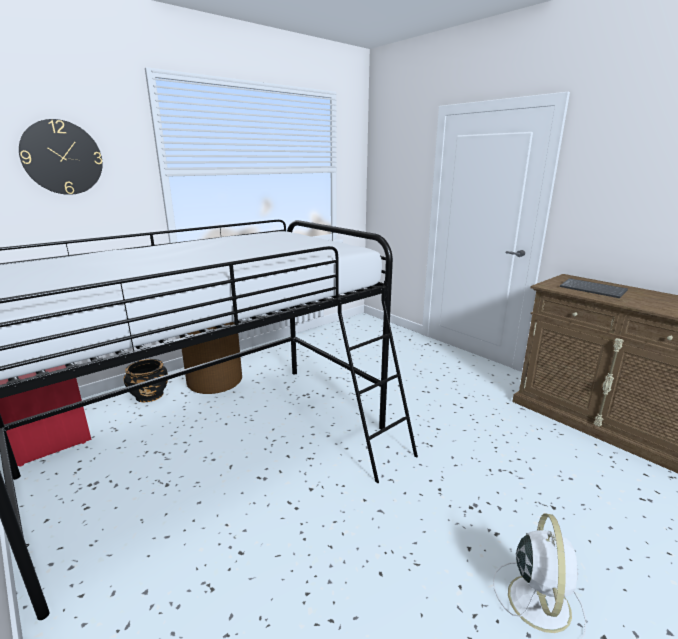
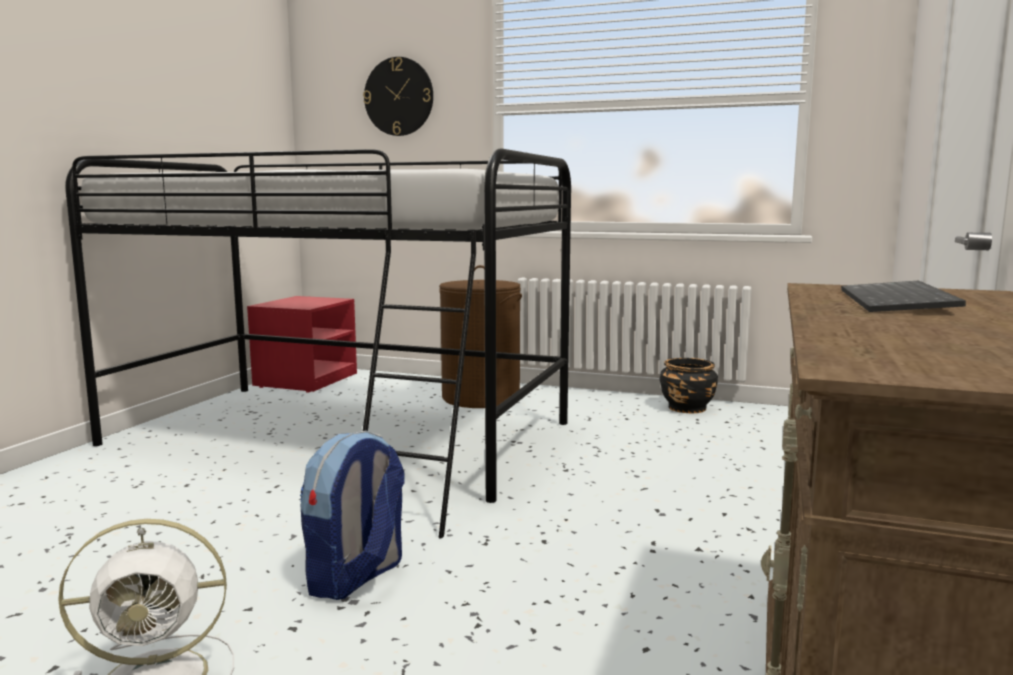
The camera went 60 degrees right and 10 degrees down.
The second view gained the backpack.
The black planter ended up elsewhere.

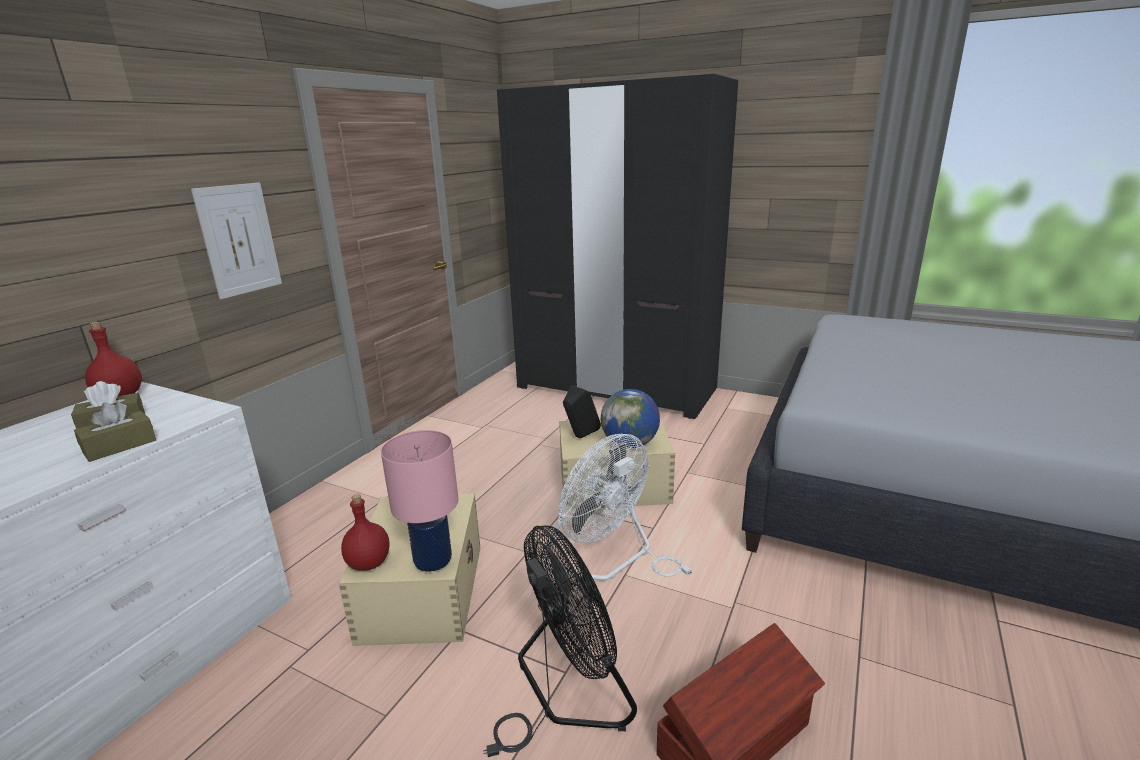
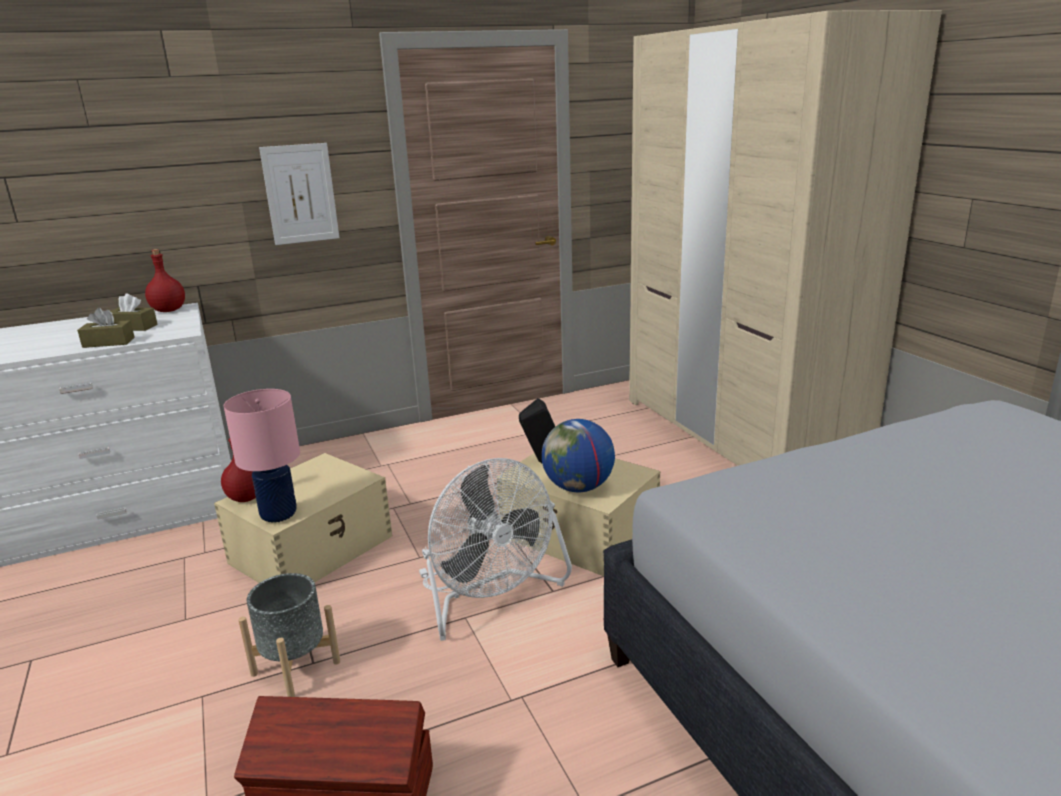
The camera went 40 degrees right and 0 degrees up.
Where the black fan stood, the grey planter came to stand.
What was the black wardrobe turned into the beige wardrobe.
The white fan ended up facing another way, 150 degrees clockwise from before.

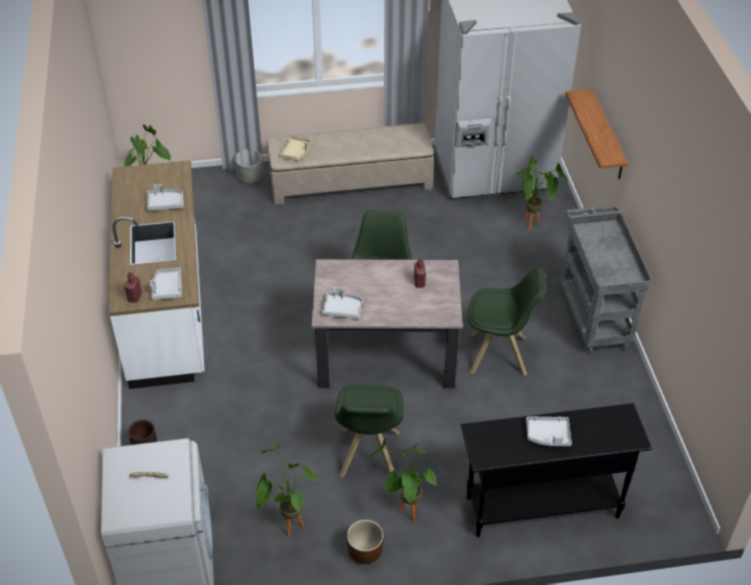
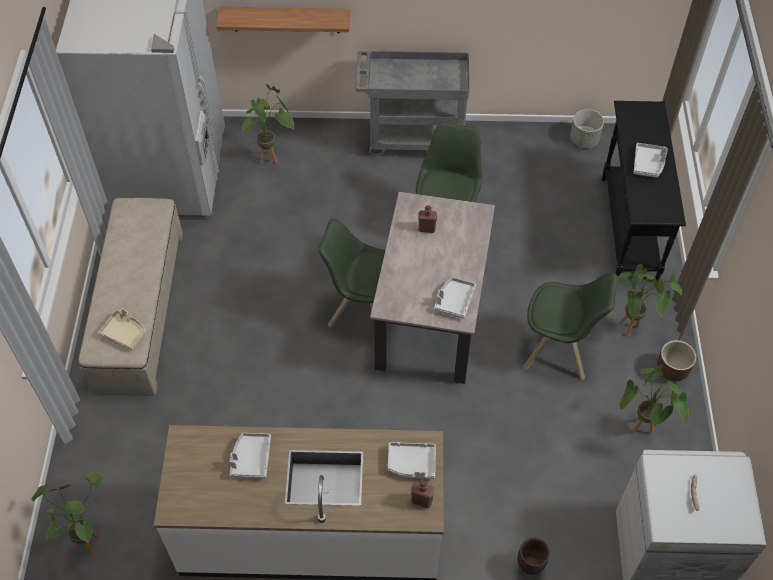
The camera went 80 degrees left and 10 degrees up.
The grey planter ended up elsewhere.

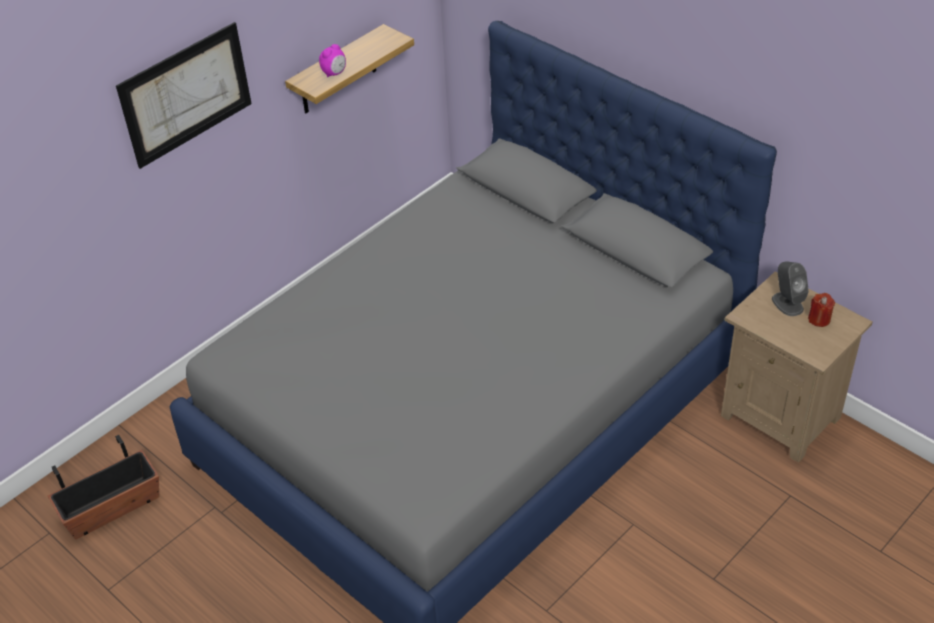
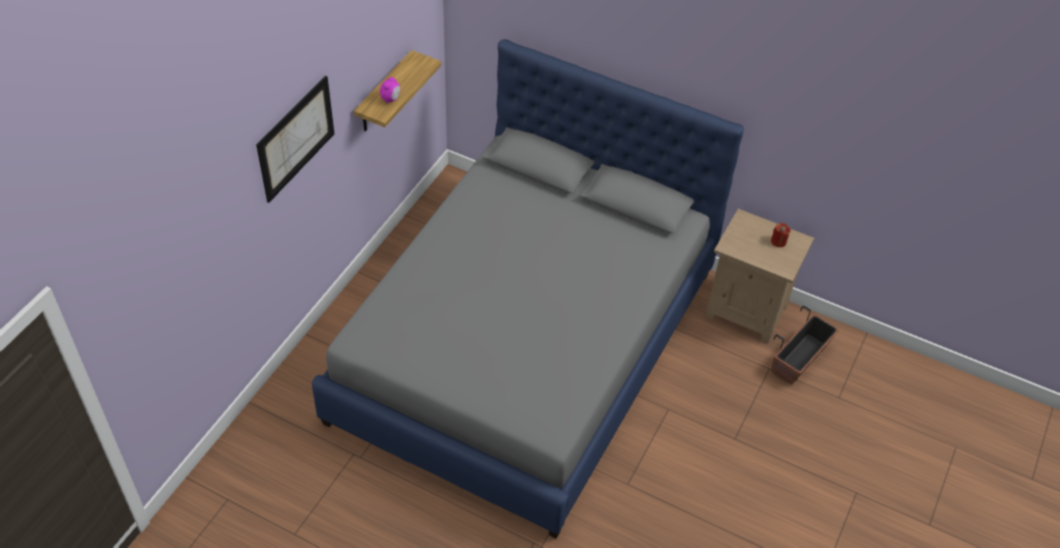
The camera went 20 degrees left and 5 degrees up.
The second view lost the grey speaker.
The planter ended up elsewhere.

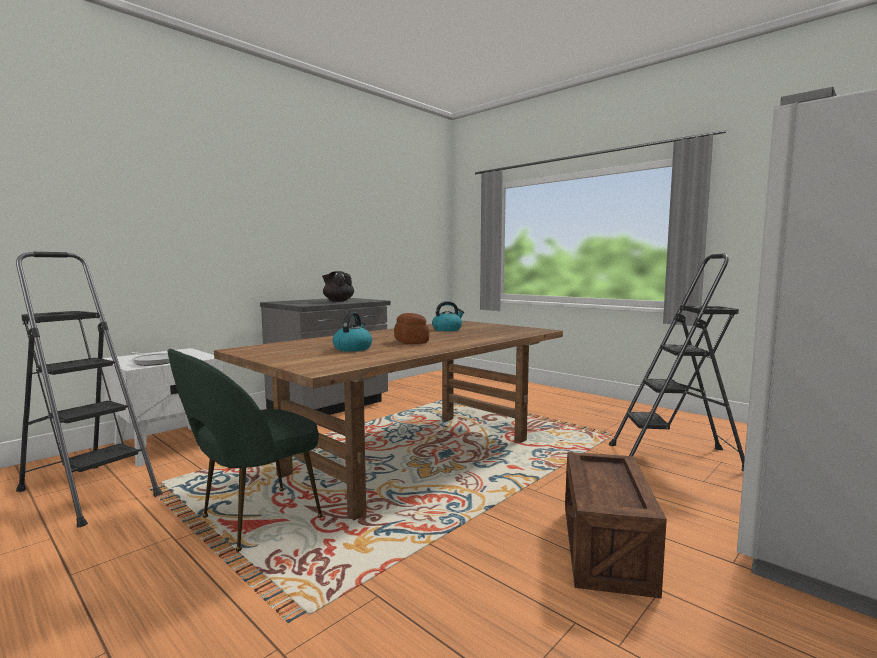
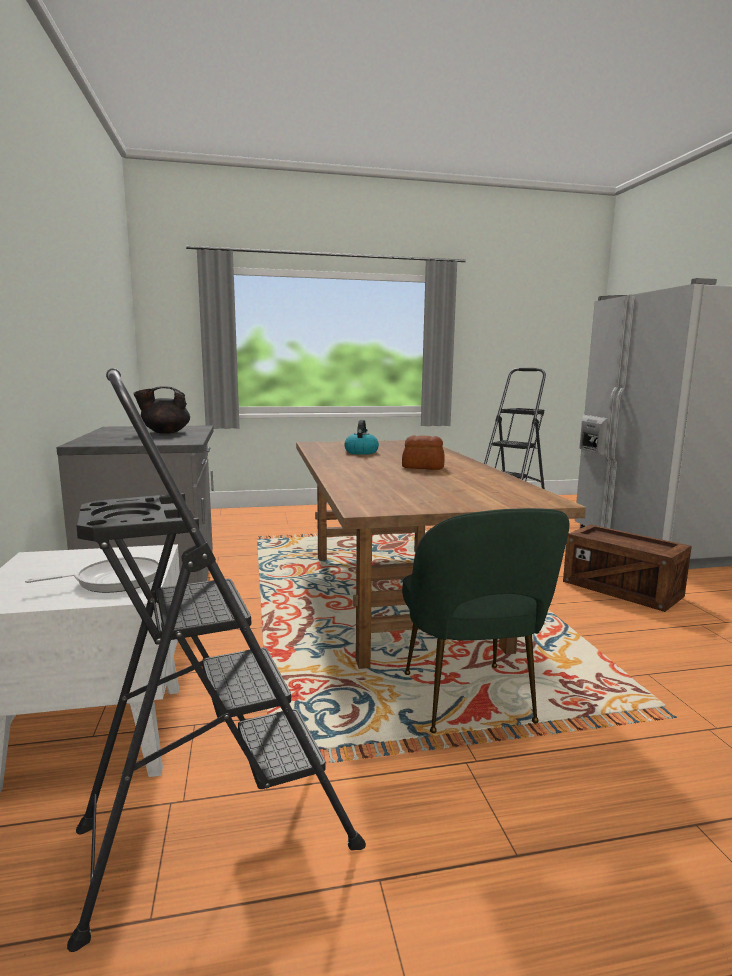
The camera went 55 degrees left and 5 degrees up.
The second view lost the kettle (no. 1 from left).

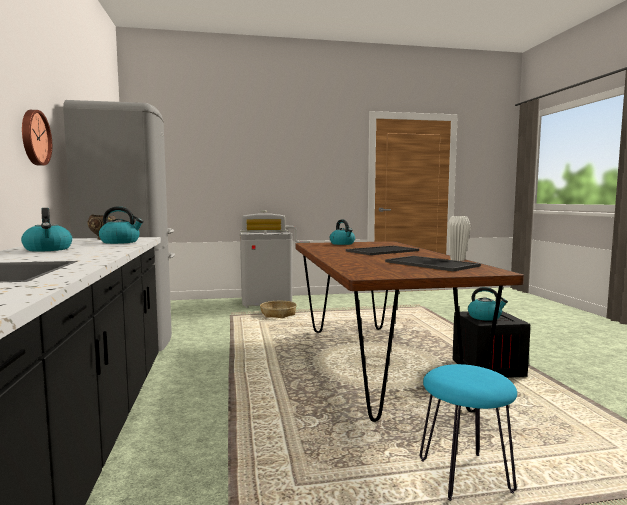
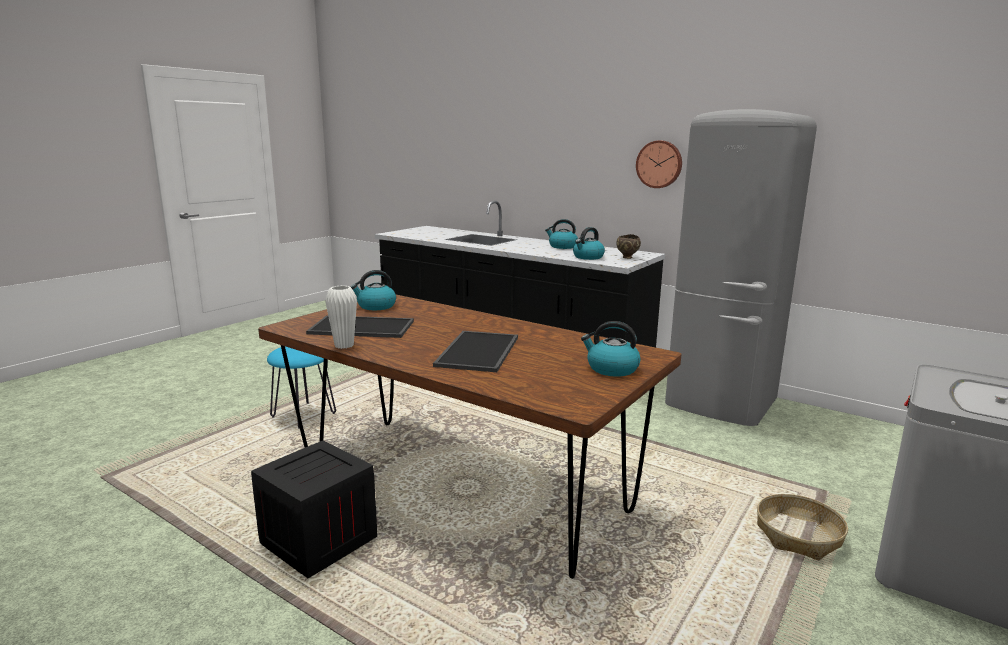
The camera went 135 degrees right and 10 degrees up.
The kettle (no. 4 from left in the first image) ended up elsewhere.

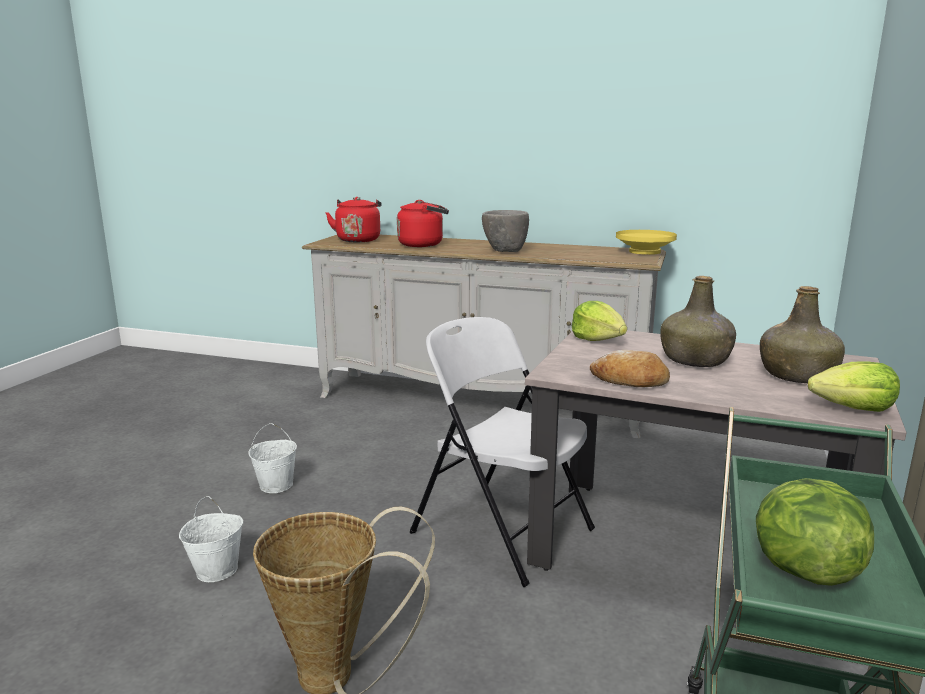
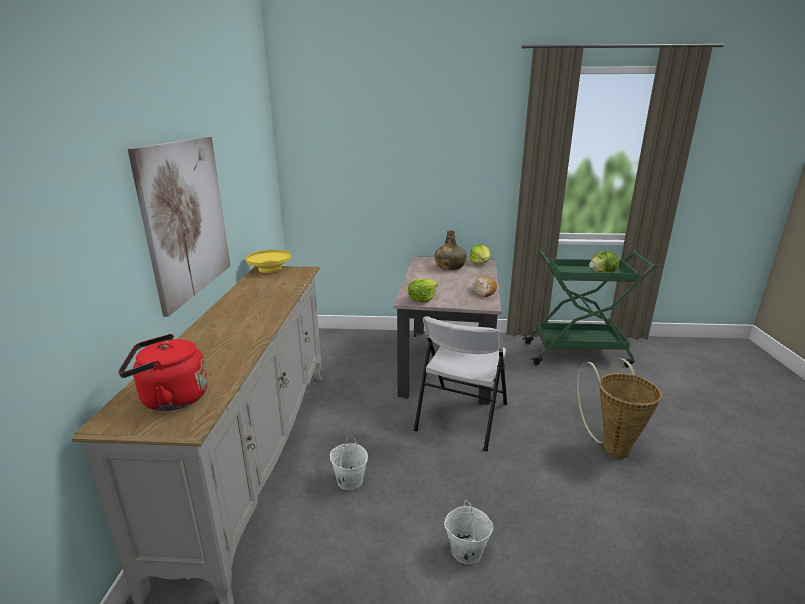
The camera went 105 degrees left and 5 degrees up.
The second view lost the red kettle (no. 2 from left).
The second view lost the grey bowl.
The second view lost the green bottle (no. 1 from left).
The second view gained the picture.
The white bucket (no. 1 from left) ended up elsewhere.

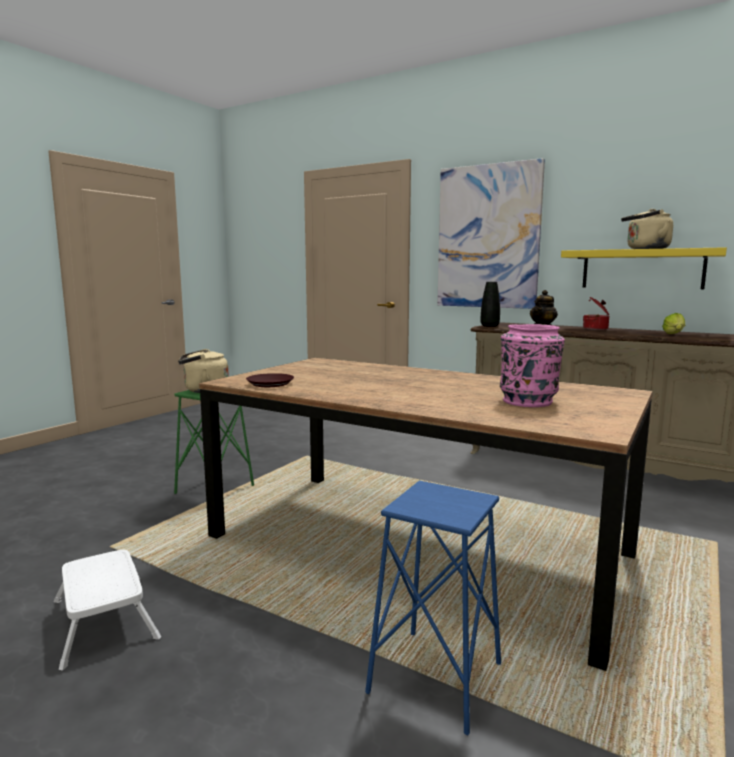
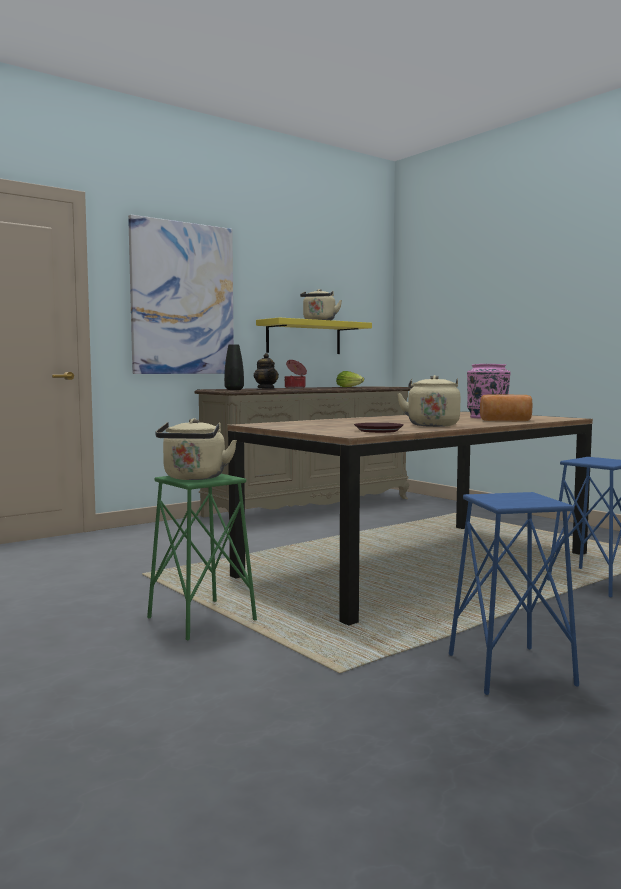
The camera went 70 degrees left and 5 degrees down.
The second view gained the beige kettle (no. 3 from left).
The second view gained the bread.
Where the white step ladder stood, the blue stool (no. 1 from left) came to stand.

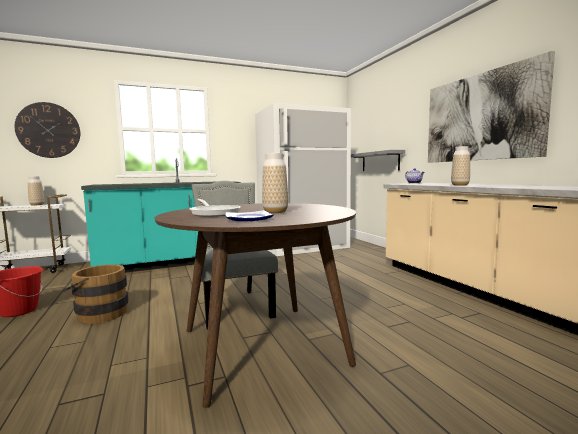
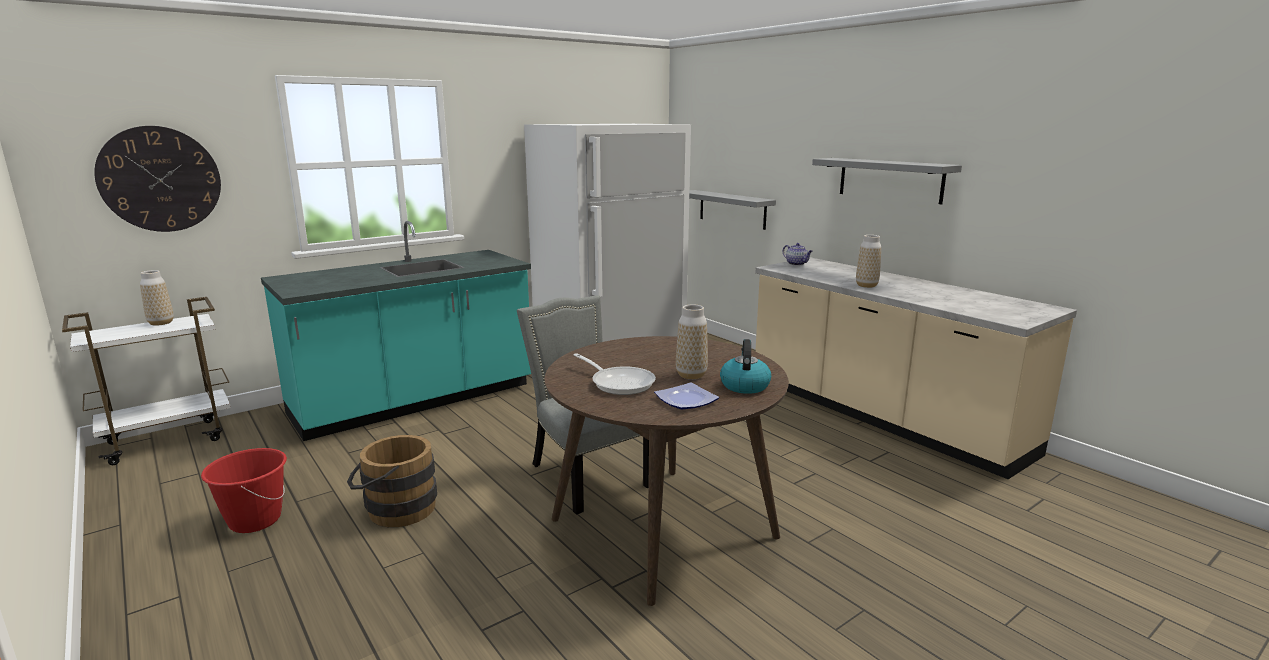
The camera went 15 degrees left and 10 degrees up.
The second view gained the kettle.
Where the picture hung, the grey shelf (no. 2 from left) came to hang.

